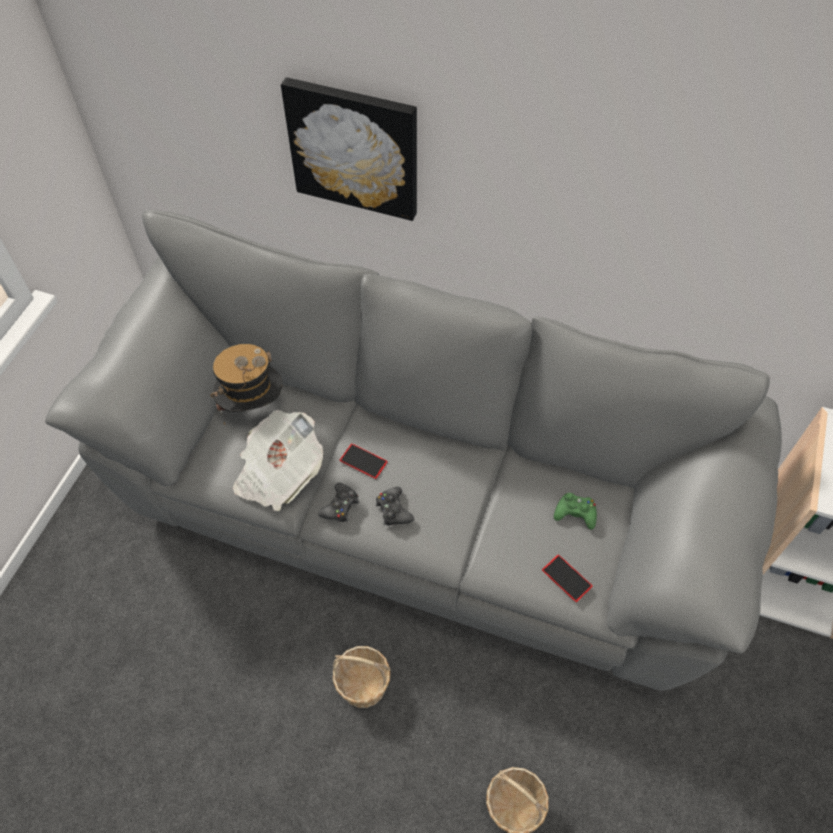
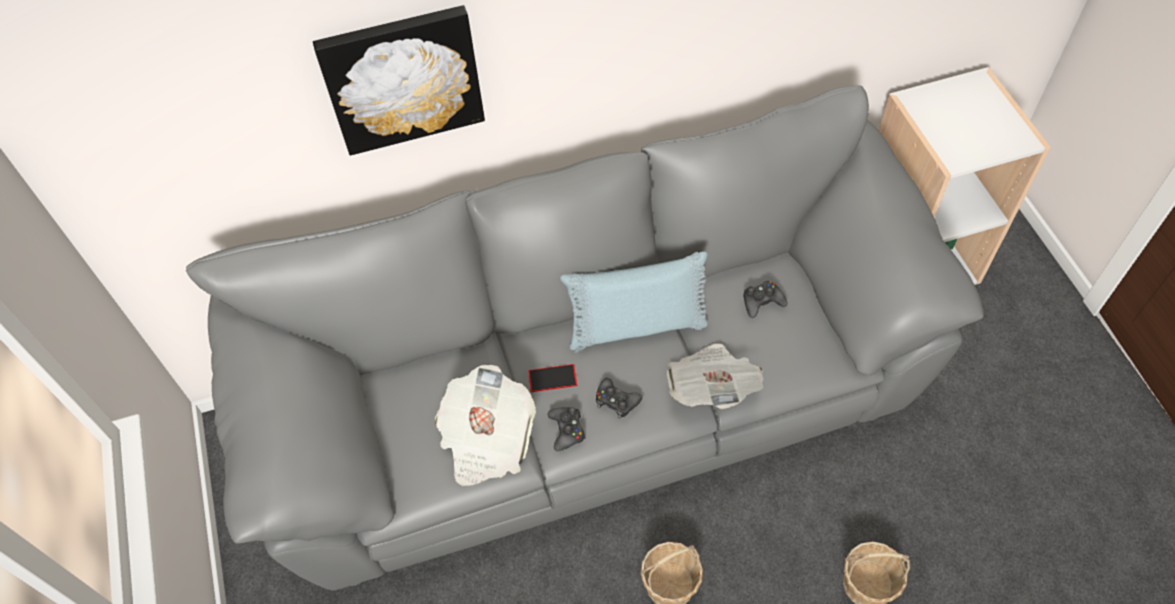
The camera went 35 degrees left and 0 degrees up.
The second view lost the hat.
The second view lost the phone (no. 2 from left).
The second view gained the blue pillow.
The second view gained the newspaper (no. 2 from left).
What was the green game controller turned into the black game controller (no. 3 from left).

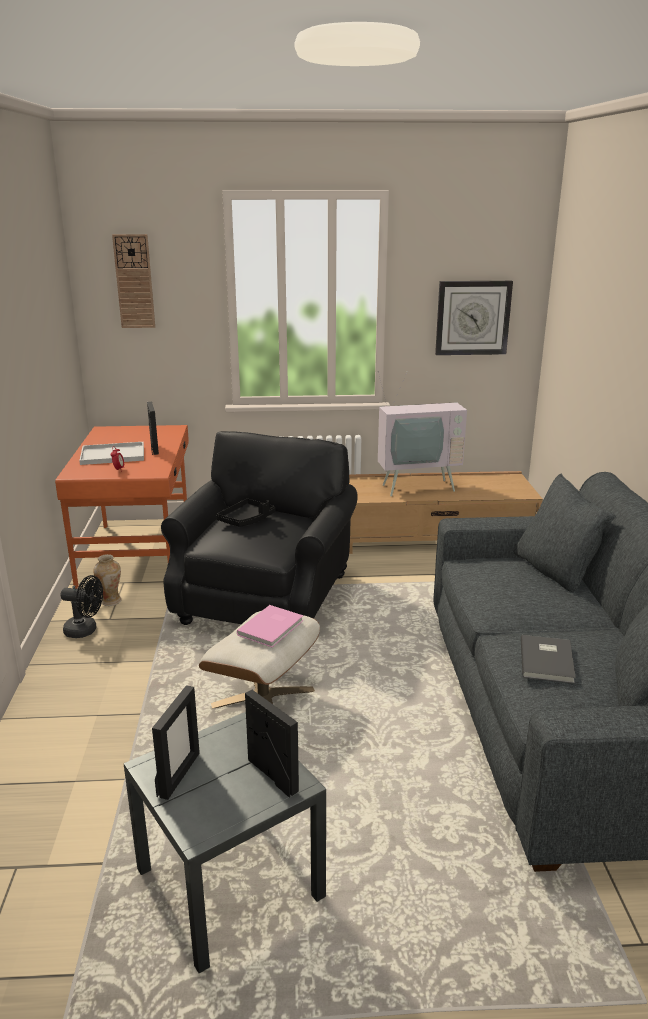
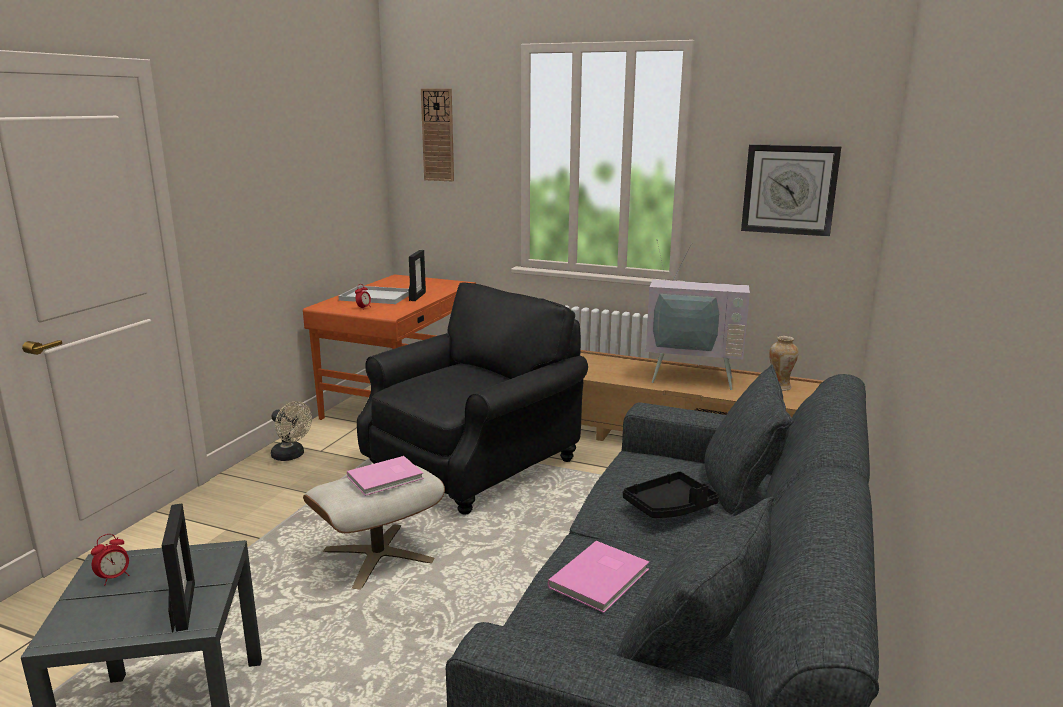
The camera went 25 degrees right and 5 degrees down.
The vase ended up elsewhere.
The black tray ended up elsewhere.
Where the picture frame (no. 2 from left) stood, the alarm clock (no. 1 from left) came to stand.
What was the black fan turned into the beige fan.
What was the grey book turned into the pink book (no. 2 from left).

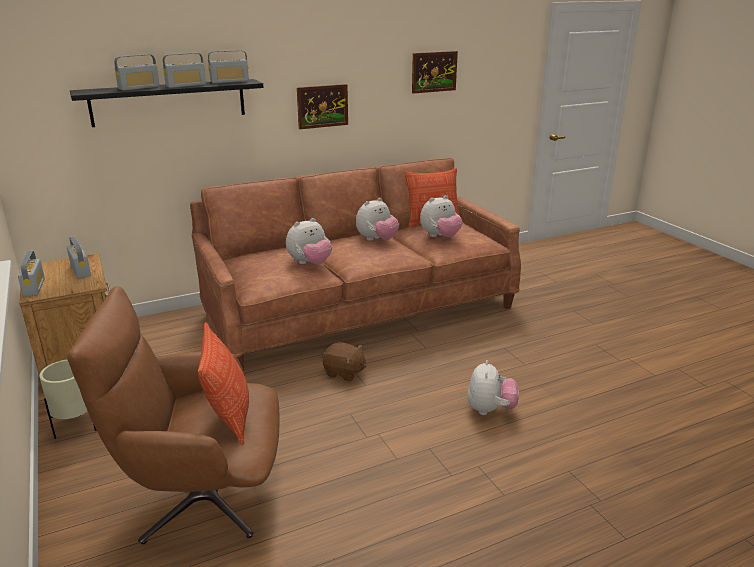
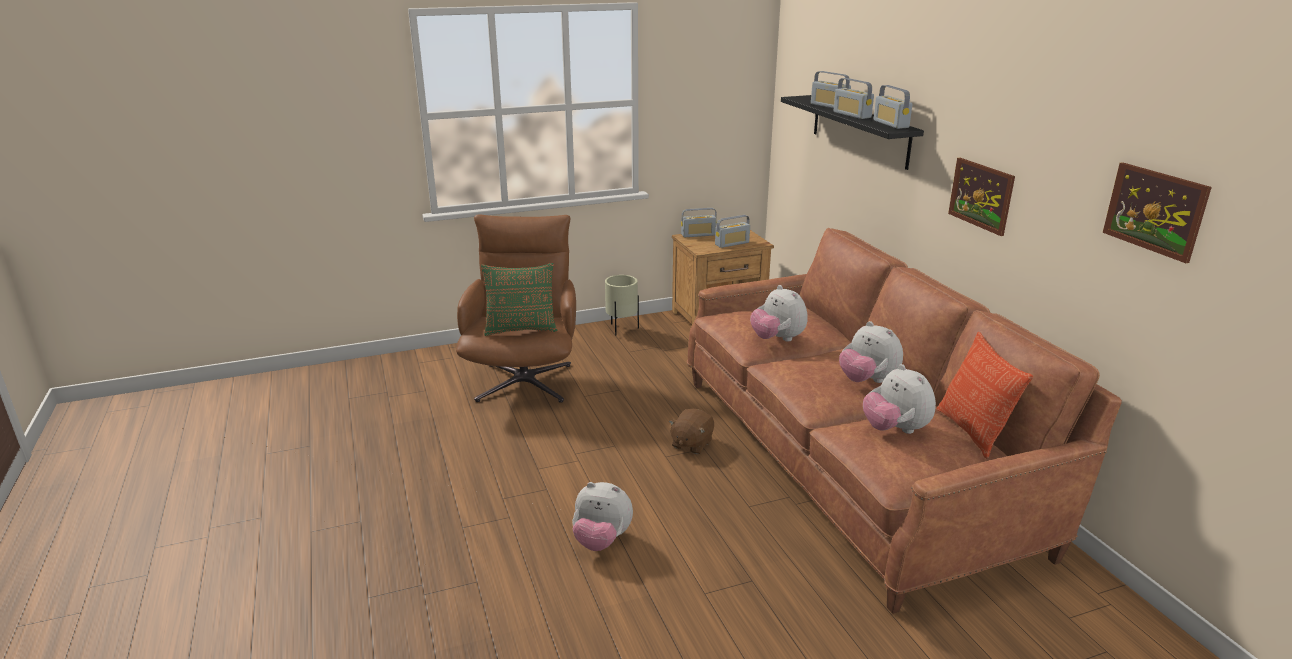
The camera went 95 degrees right and 0 degrees up.
What was the orange pillow (no. 1 from left) turned into the green pillow.

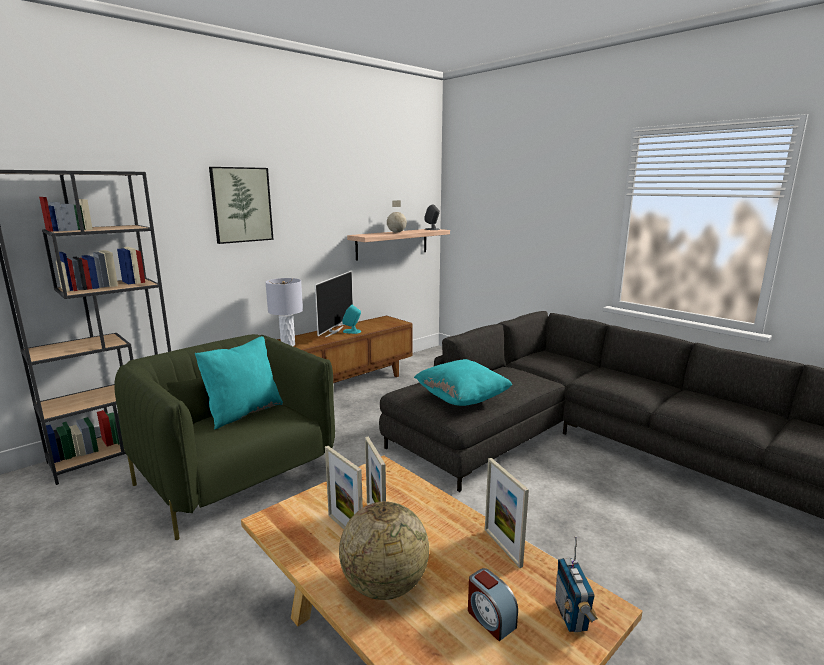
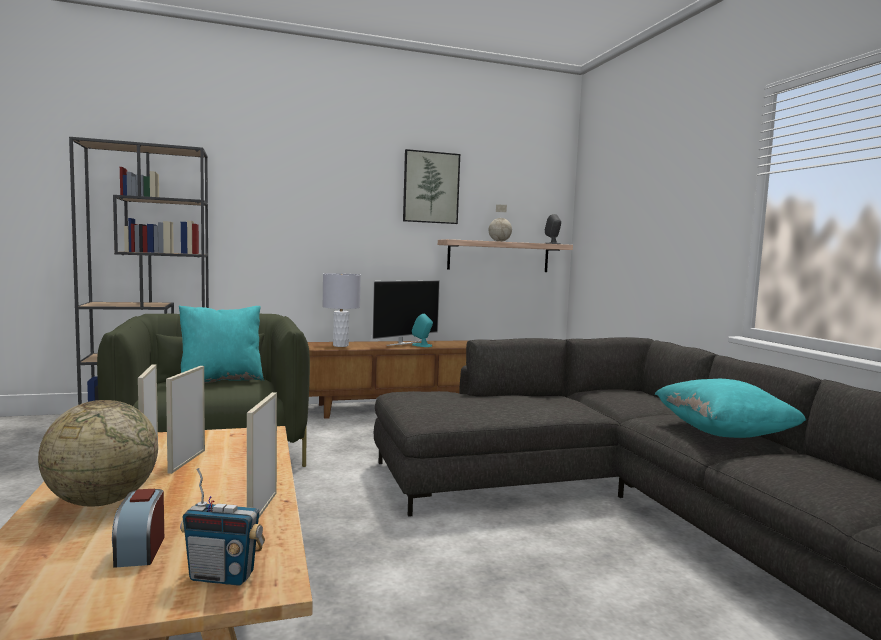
The camera went 25 degrees right and 10 degrees down.
The picture ended up elsewhere.
The turquoise pillow (no. 2 from left) ended up elsewhere.
The radio ended up facing another way, 105 degrees counterclockwise from before.

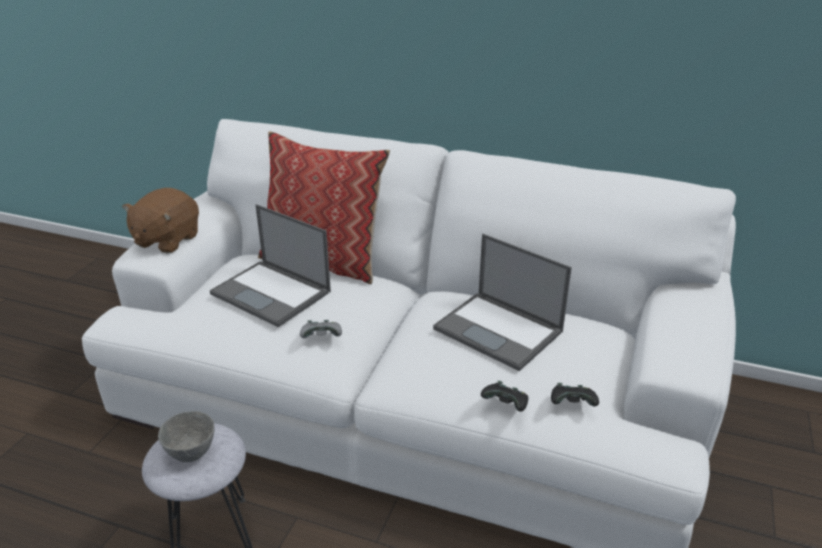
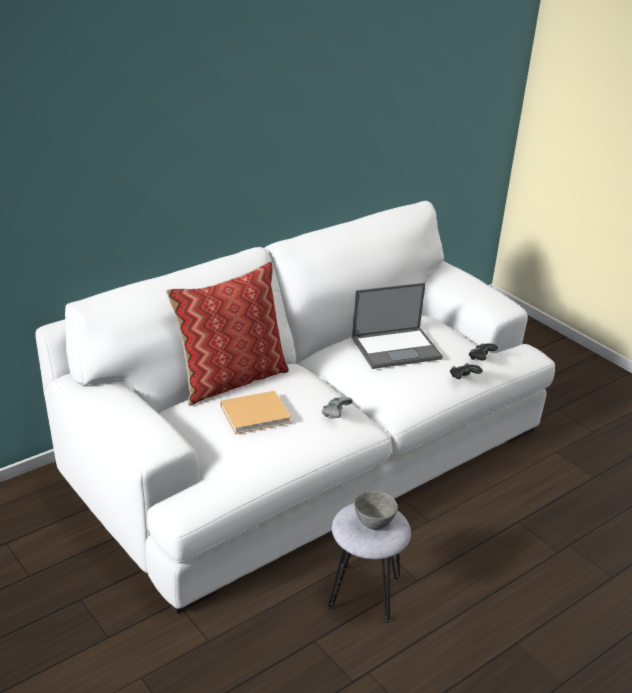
The camera went 60 degrees left and 0 degrees up.
The second view lost the brown plush toy.
Where the laptop (no. 1 from left) stood, the beige book came to stand.

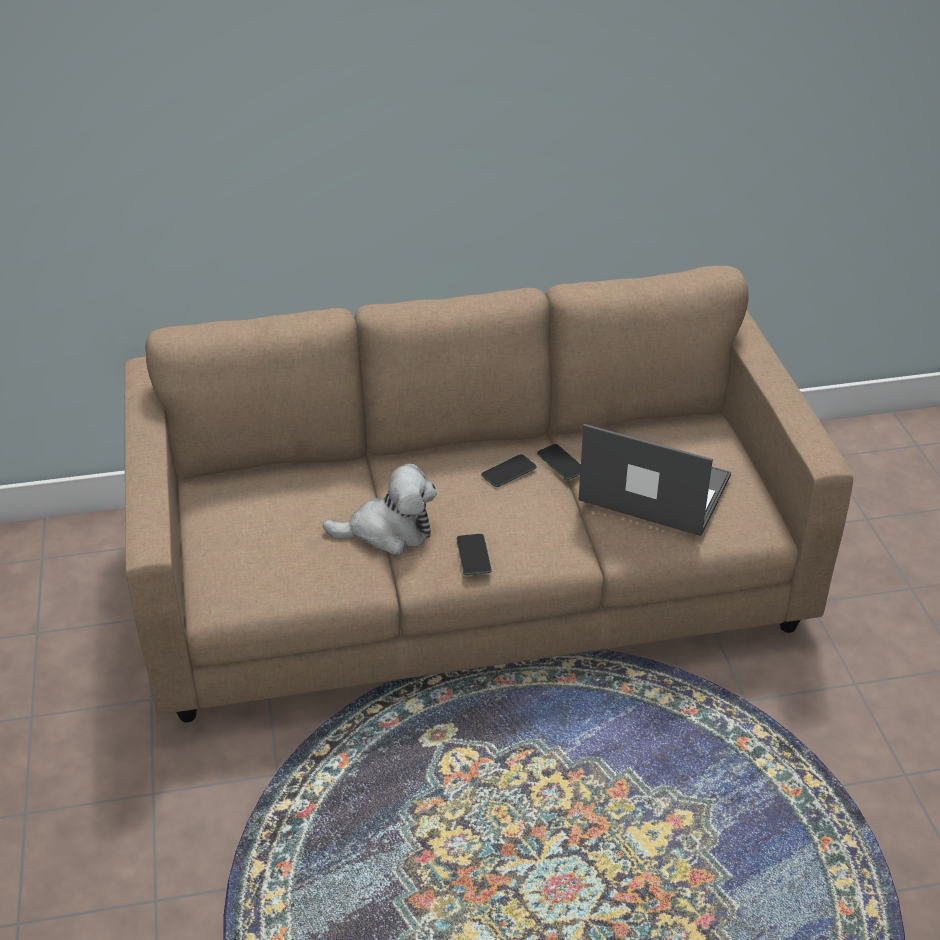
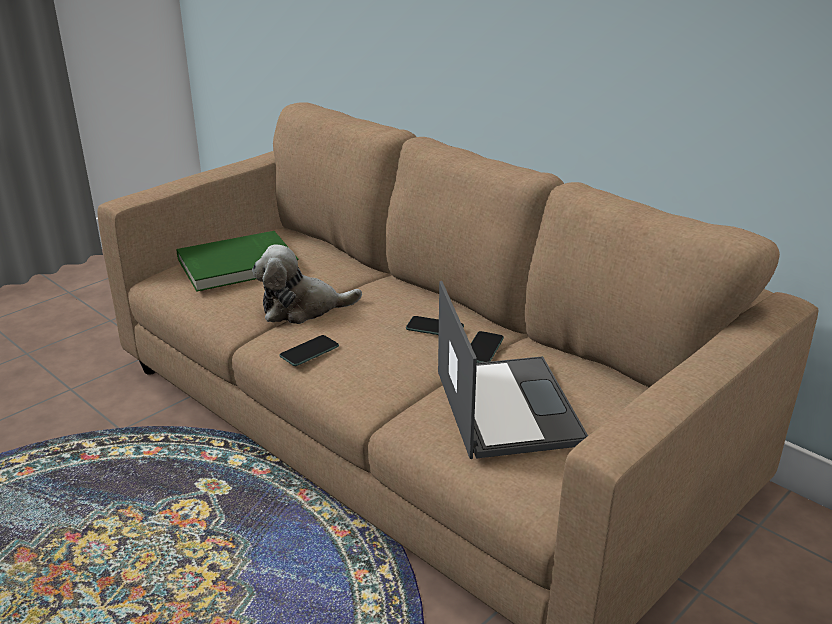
The camera went 55 degrees right and 10 degrees down.
The second view gained the green book.
The plush toy ended up facing another way, 120 degrees clockwise from before.

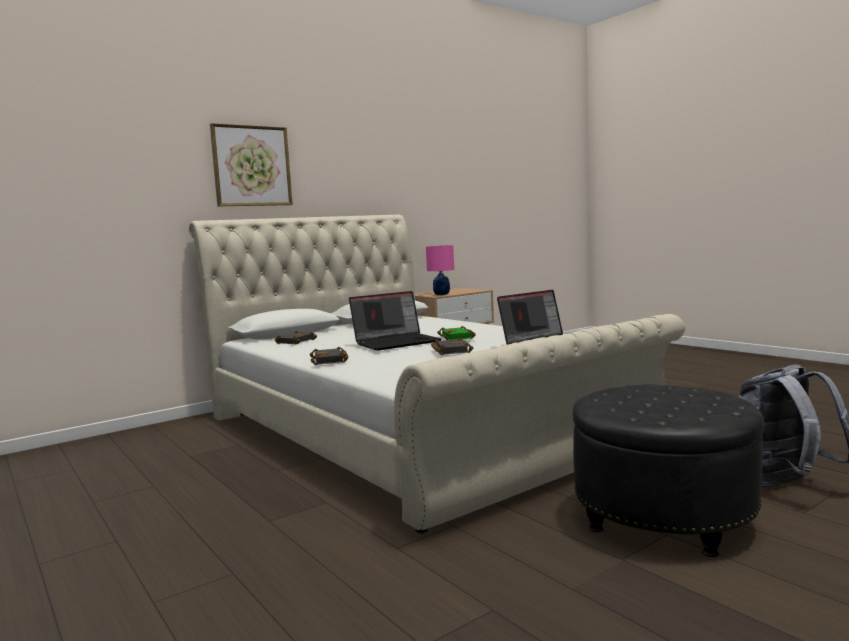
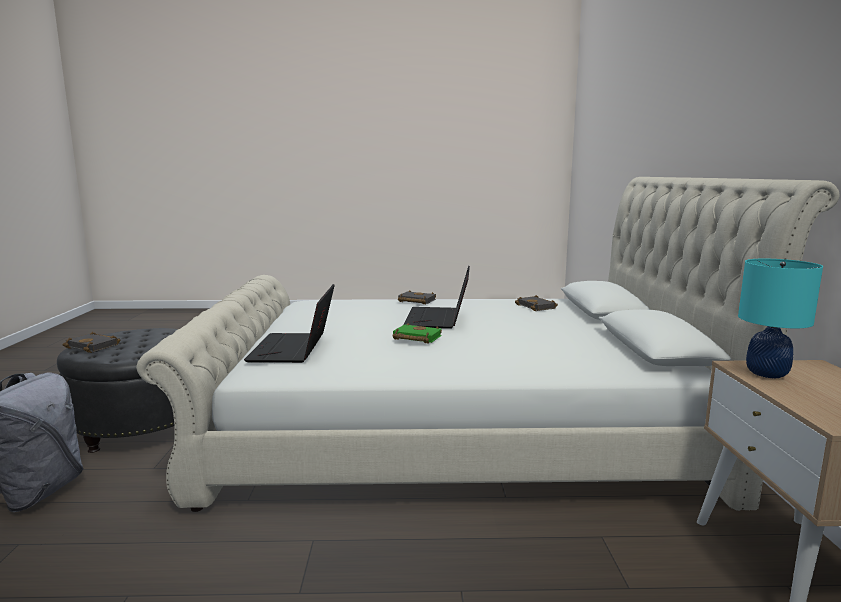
The camera went 125 degrees right and 5 degrees up.
The second view lost the picture.
The black book (no. 3 from left in the first image) ended up elsewhere.
What was the pink table lamp turned into the turquoise table lamp.

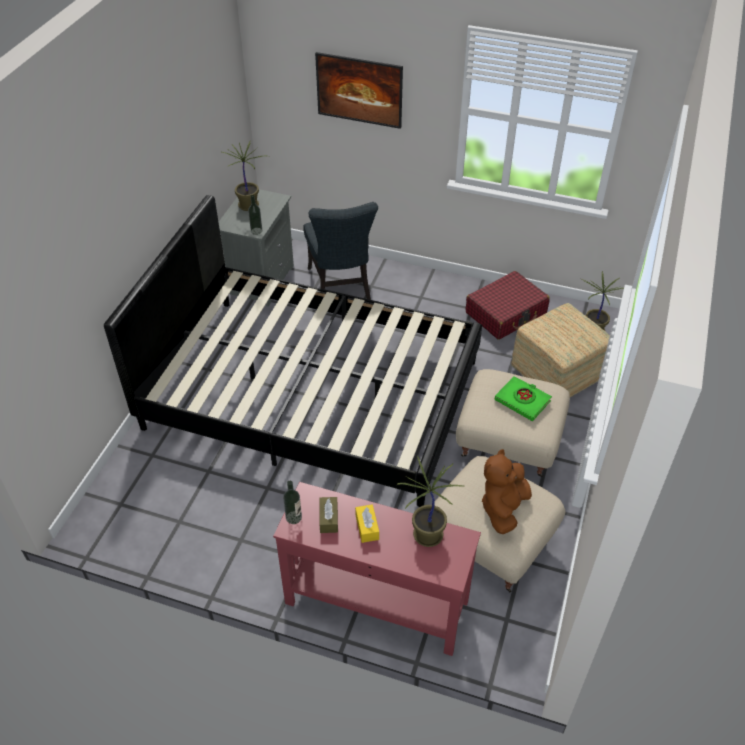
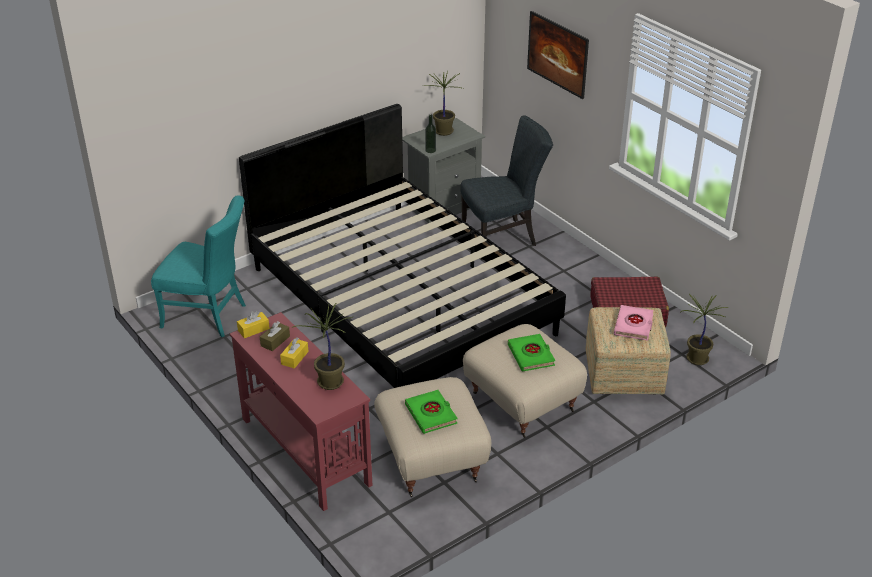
The camera went 35 degrees right and 10 degrees down.
The second view gained the turquoise chair.
The second view gained the pink book.
Where the bottle (no. 2 from left) stood, the yellow tissue box (no. 1 from left) came to stand.
Where the brown plush toy stood, the green book (no. 1 from left) came to stand.
The grey chair ended up facing another way, 135 degrees counterclockwise from before.

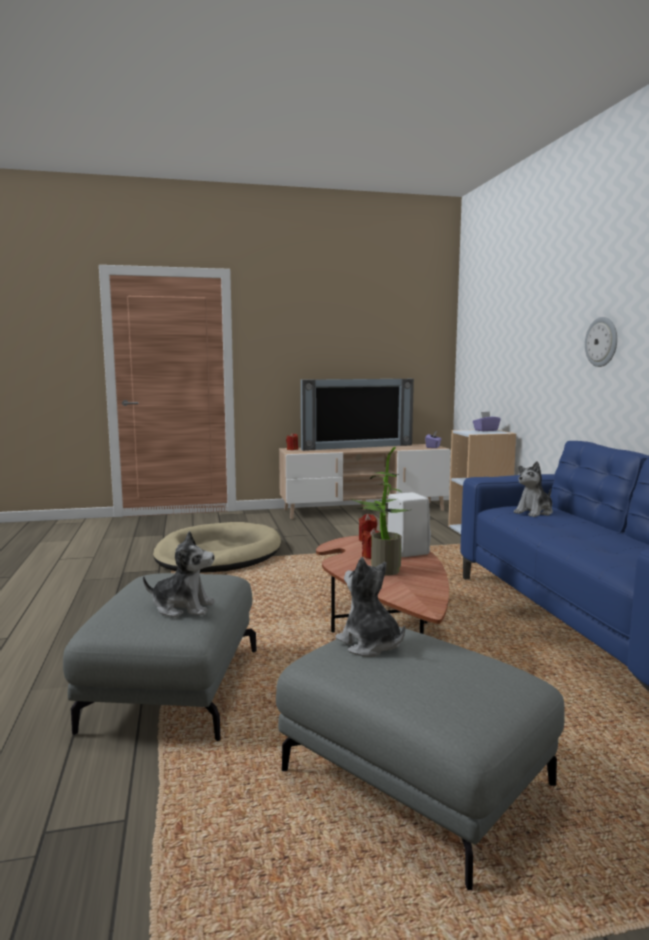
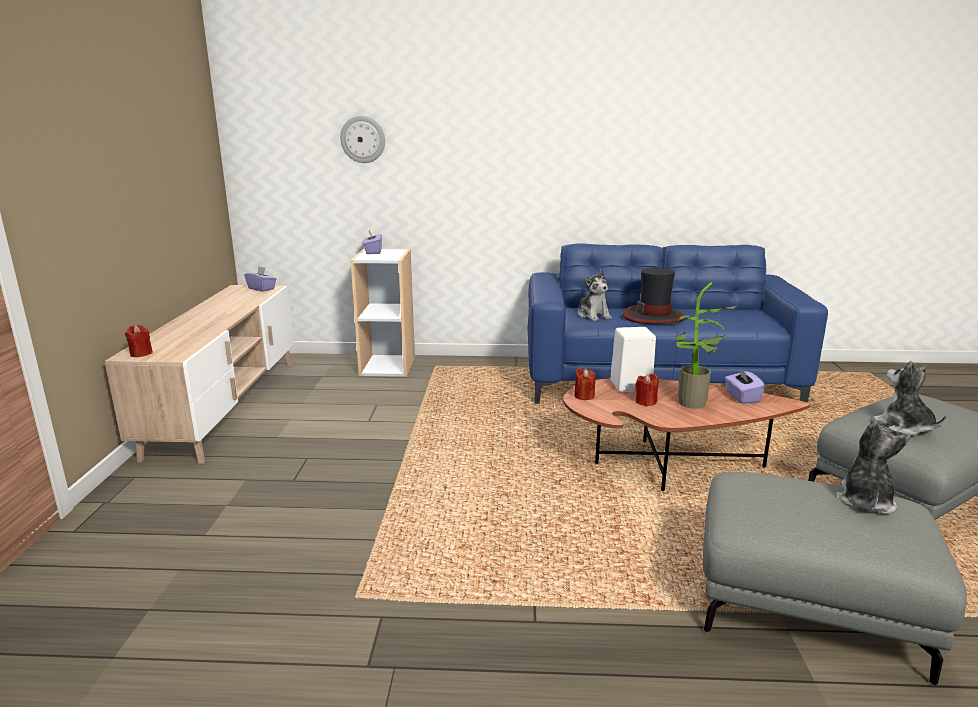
The camera went 75 degrees left and 10 degrees up.
The second view lost the beige dog bed.
The second view lost the television.
The second view gained the hat.
The second view gained the purple tissue box (no. 3 from left).
The wall clock ended up elsewhere.
The plush toy (no. 2 from left in the first image) ended up facing another way, 90 degrees clockwise from before.

